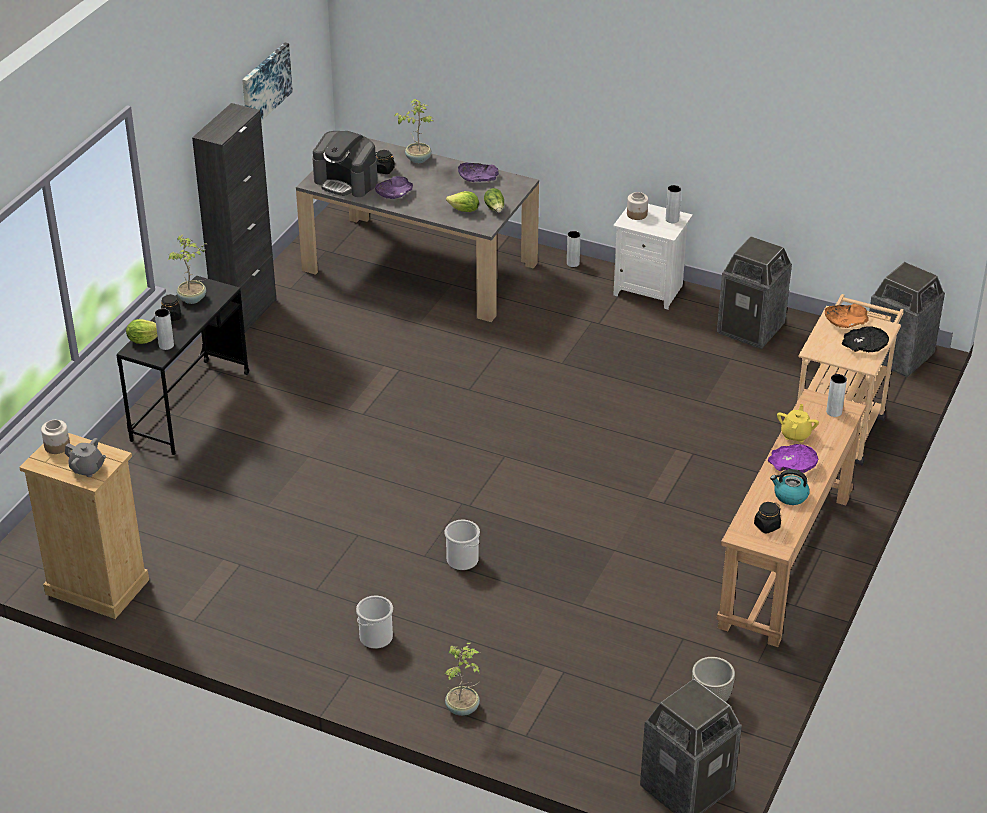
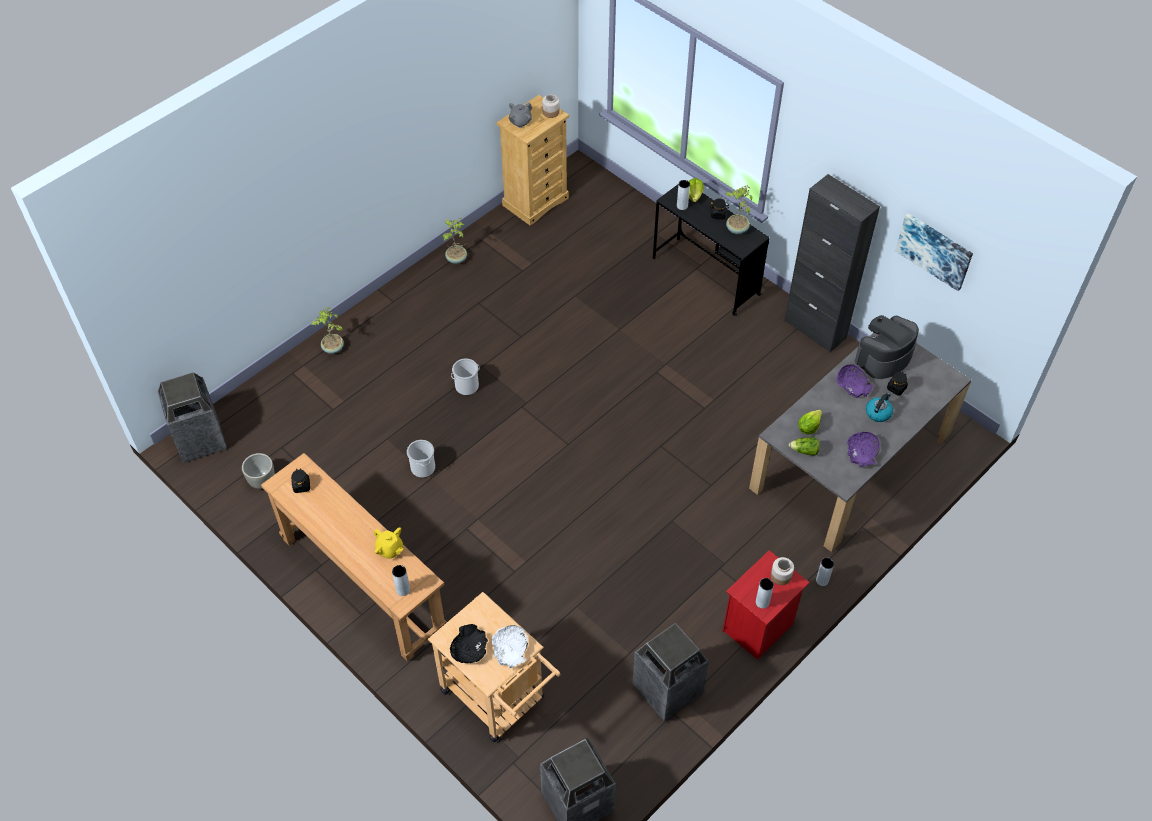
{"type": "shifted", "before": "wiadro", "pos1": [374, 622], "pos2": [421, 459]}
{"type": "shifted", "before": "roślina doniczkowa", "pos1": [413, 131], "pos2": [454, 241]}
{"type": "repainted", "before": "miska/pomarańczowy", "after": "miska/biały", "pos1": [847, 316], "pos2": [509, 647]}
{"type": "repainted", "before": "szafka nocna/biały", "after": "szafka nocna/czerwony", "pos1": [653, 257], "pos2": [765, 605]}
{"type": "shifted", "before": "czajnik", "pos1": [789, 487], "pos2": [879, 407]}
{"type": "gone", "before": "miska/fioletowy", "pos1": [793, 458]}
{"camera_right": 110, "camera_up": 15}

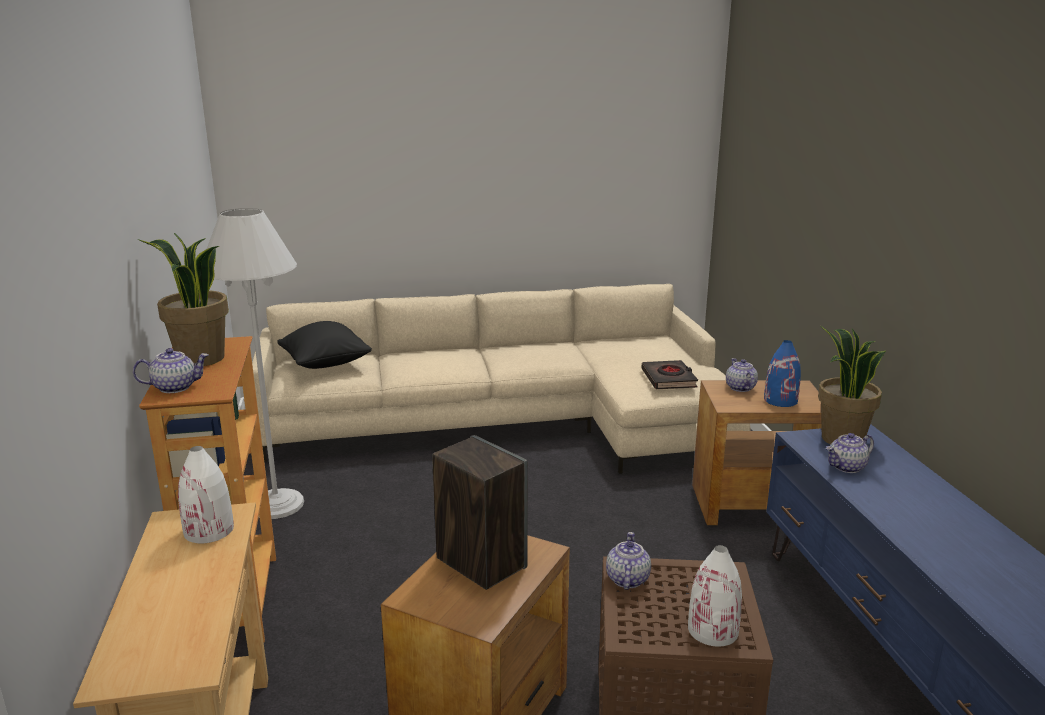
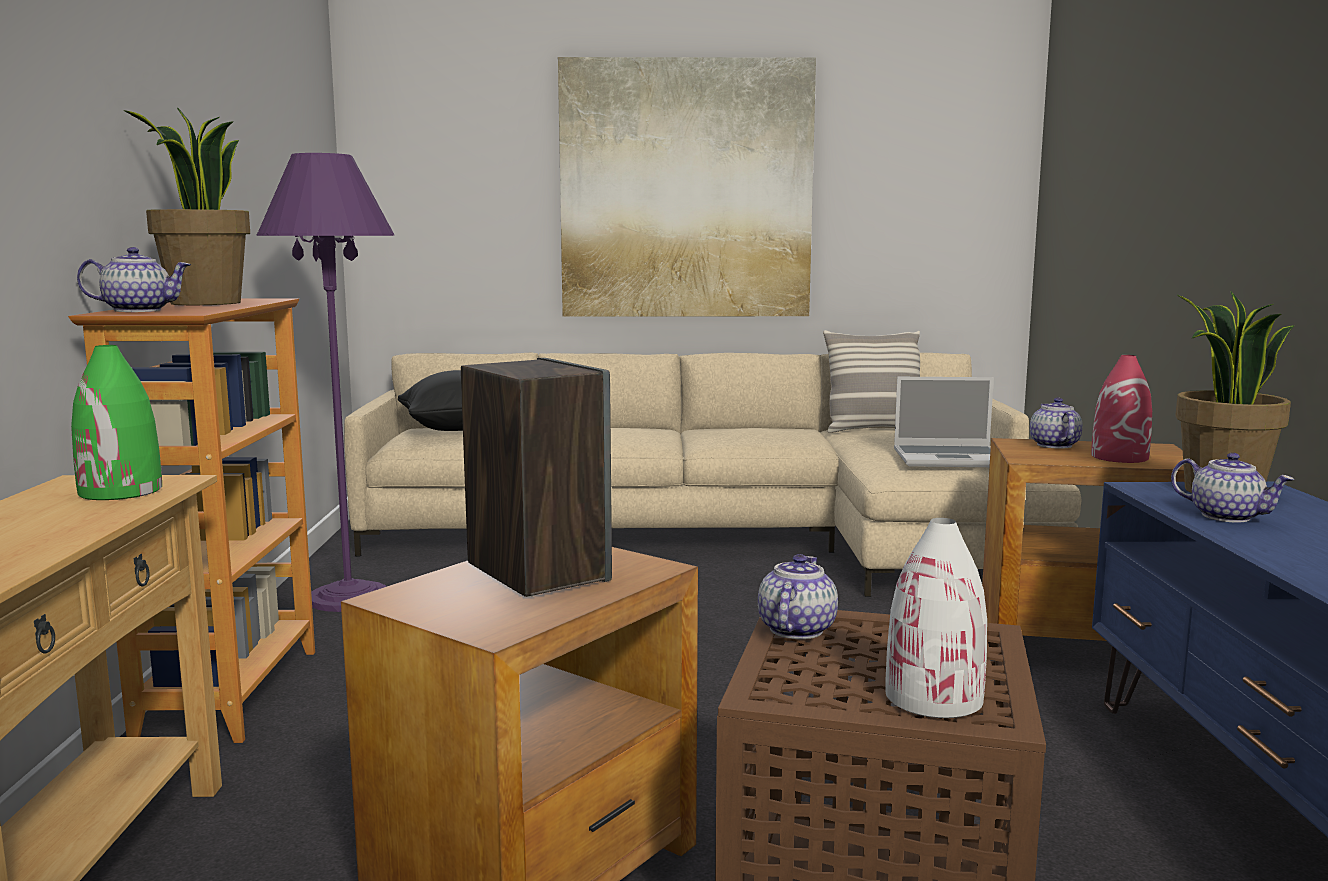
{"type": "repainted", "before": "wazon/biały", "after": "wazon/zielony", "pos1": [206, 494], "pos2": [116, 422]}
{"type": "repainted", "before": "lampa stojąca/biały", "after": "lampa stojąca/fioletowy", "pos1": [255, 363], "pos2": [325, 382]}
{"type": "new", "after": "obraz", "pos2": [687, 187]}
{"type": "new", "after": "poduszka", "pos2": [871, 381]}
{"type": "swapped", "before": "książka/czarny", "after": "laptop", "pos1": [669, 374], "pos2": [944, 422]}
{"type": "repainted", "before": "wazon/niebieski", "after": "wazon/czerwony", "pos1": [782, 373], "pos2": [1121, 409]}
{"type": "rotated", "before": "imbryk", "pos1": [850, 453], "pos2": [1232, 488], "turn": -120}
{"camera_right": 10, "camera_up": -10}

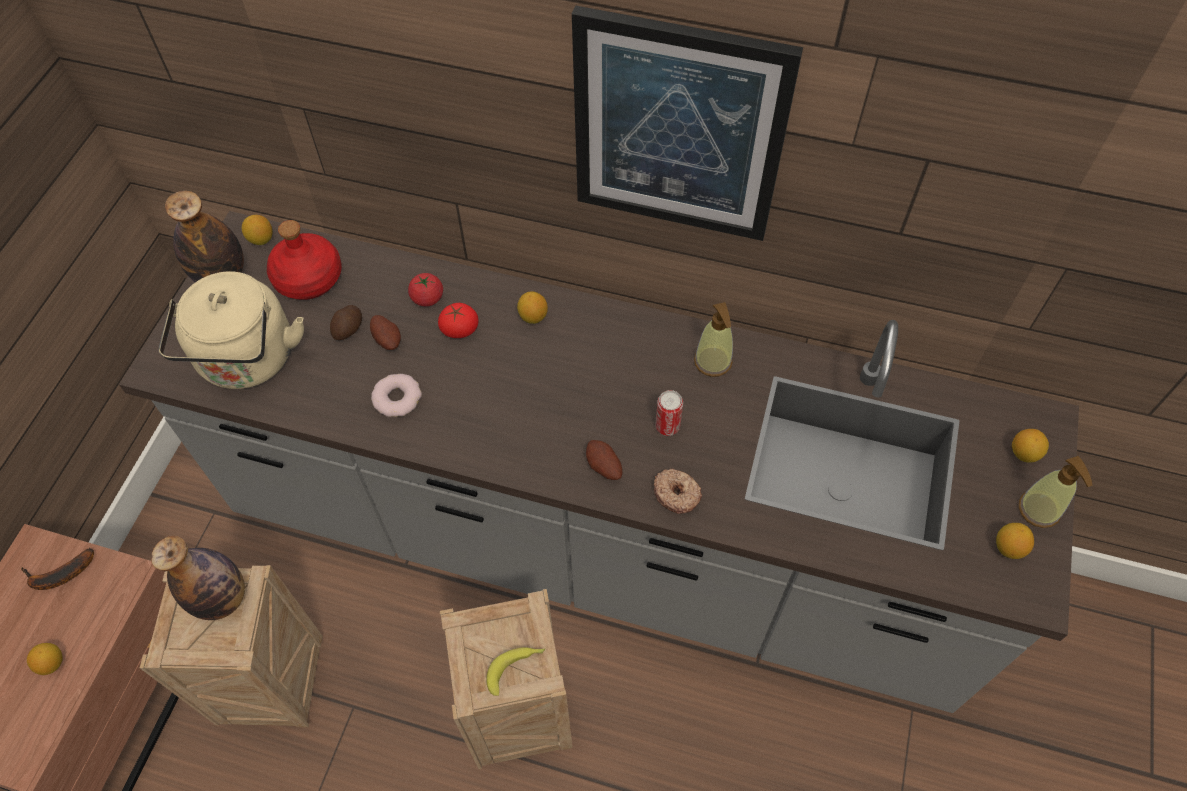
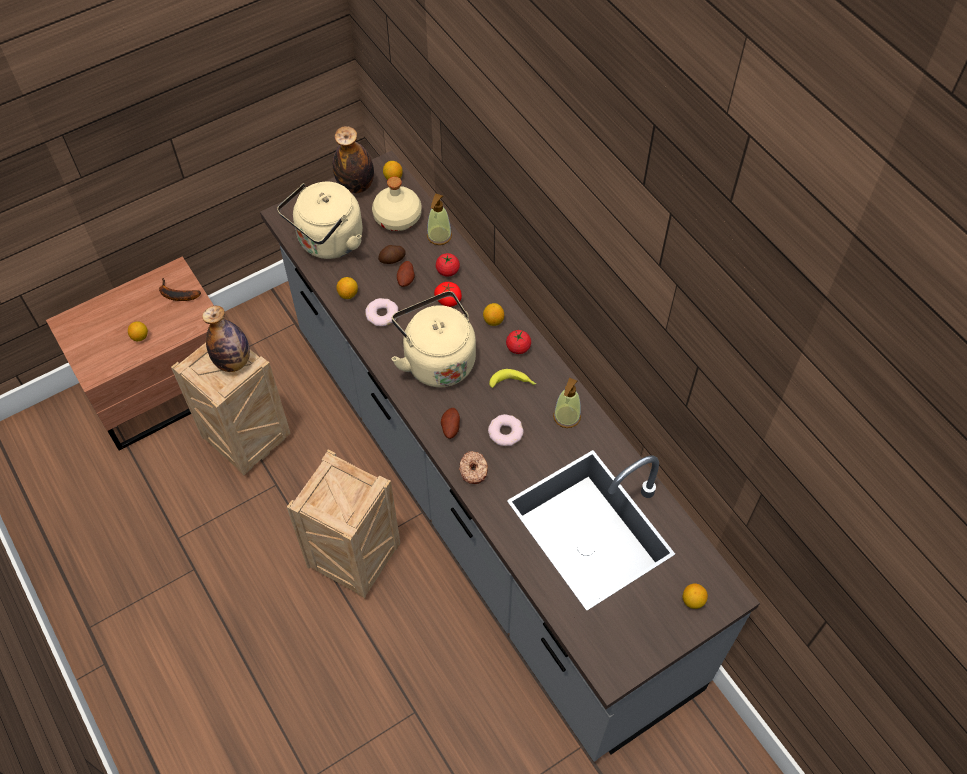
{"type": "shifted", "before": "cytryna", "pos1": [1015, 541], "pos2": [347, 288]}
{"type": "repainted", "before": "butelka/czerwony", "after": "butelka/beżowy", "pos1": [304, 260], "pos2": [397, 204]}
{"type": "new", "after": "czajnik/beżowy", "pos2": [433, 339]}
{"type": "shifted", "before": "dozownik mydła", "pos1": [1056, 492], "pos2": [439, 219]}
{"type": "swapped", "before": "puszka", "after": "donut", "pos1": [669, 413], "pos2": [505, 430]}
{"type": "shifted", "before": "banan", "pos1": [515, 671], "pos2": [513, 378]}
{"type": "new", "after": "pomidor", "pos2": [518, 342]}
{"type": "gone", "before": "obraz", "pos1": [687, 123]}
{"camera_right": 40, "camera_up": 0}

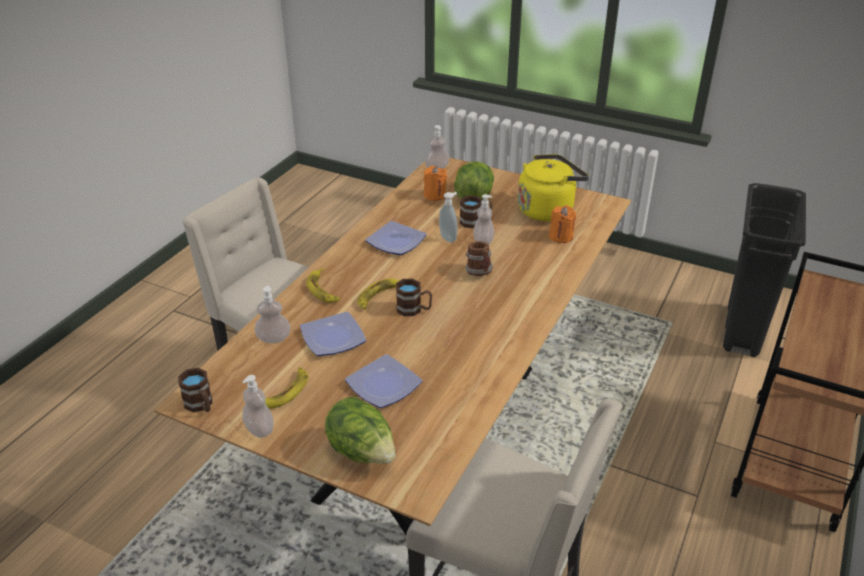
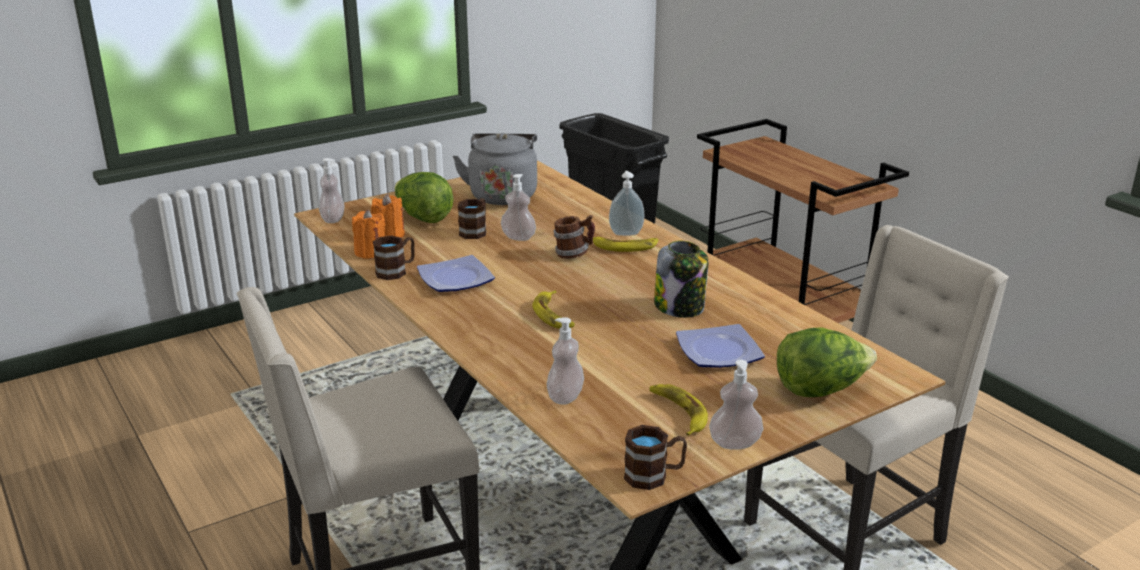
{"type": "shifted", "before": "świeca/pomarańczowy", "pos1": [562, 224], "pos2": [368, 234]}
{"type": "shifted", "before": "kubek/brązowy", "pos1": [414, 297], "pos2": [394, 257]}
{"type": "repainted", "before": "czajnik/żółty", "after": "czajnik/szary", "pos1": [553, 187], "pos2": [495, 169]}
{"type": "shifted", "before": "banan", "pos1": [323, 285], "pos2": [625, 244]}
{"type": "shifted", "before": "dozownik mydła", "pos1": [448, 217], "pos2": [626, 203]}
{"type": "new", "after": "słoik", "pos2": [681, 279]}
{"type": "gone", "before": "talerz", "pos1": [333, 333]}
{"camera_right": -60, "camera_up": -10}

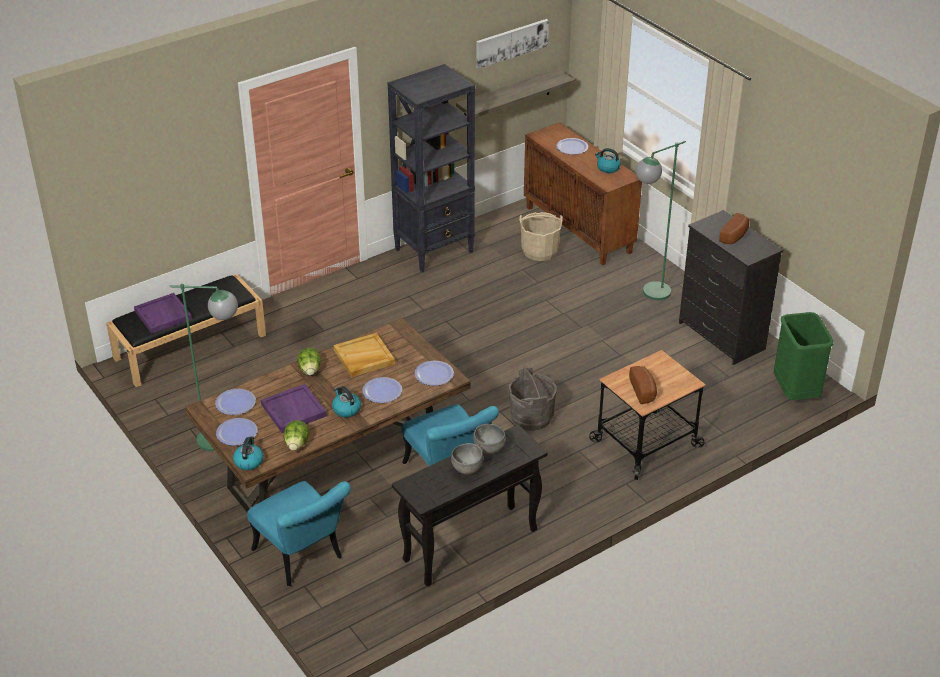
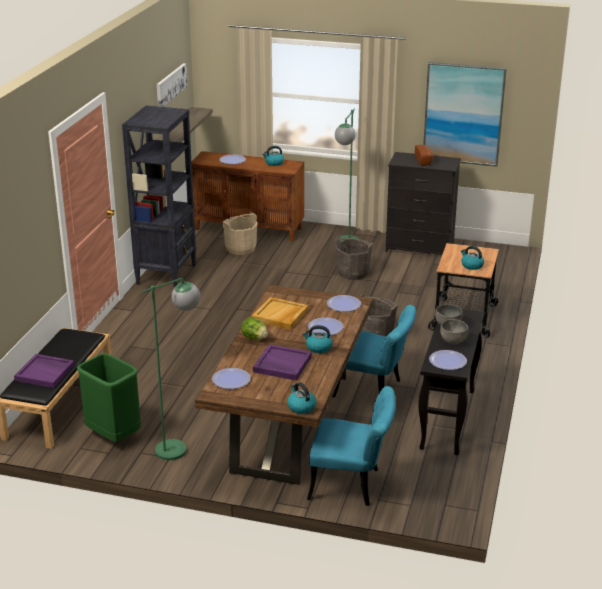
{"type": "shifted", "before": "kosz na śmieci/zielony", "pos1": [804, 356], "pos2": [109, 397]}
{"type": "new", "after": "wiadro/szary", "pos2": [354, 258]}
{"type": "new", "after": "obraz", "pos2": [465, 114]}
{"type": "shifted", "before": "talerz", "pos1": [236, 432], "pos2": [448, 360]}
{"type": "swapped", "before": "chleb", "after": "czajnik", "pos1": [643, 385], "pos2": [472, 258]}
{"type": "gone", "before": "sałata", "pos1": [296, 435]}
{"camera_right": -40, "camera_up": -10}

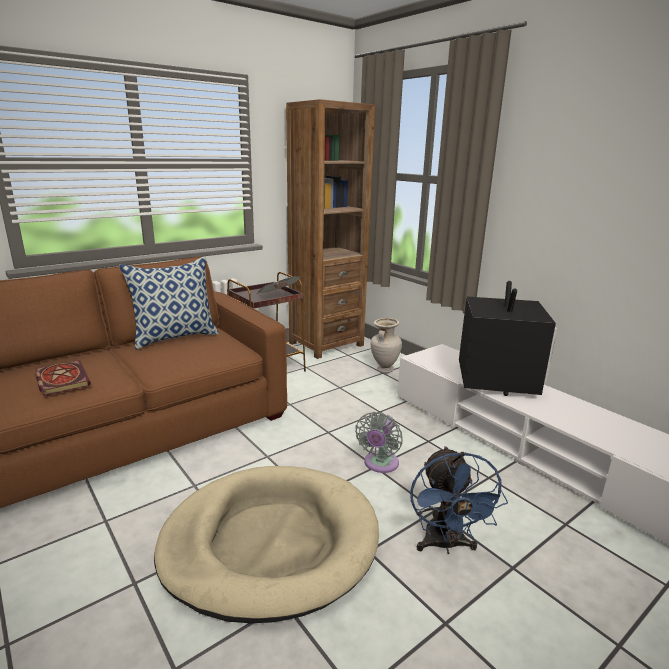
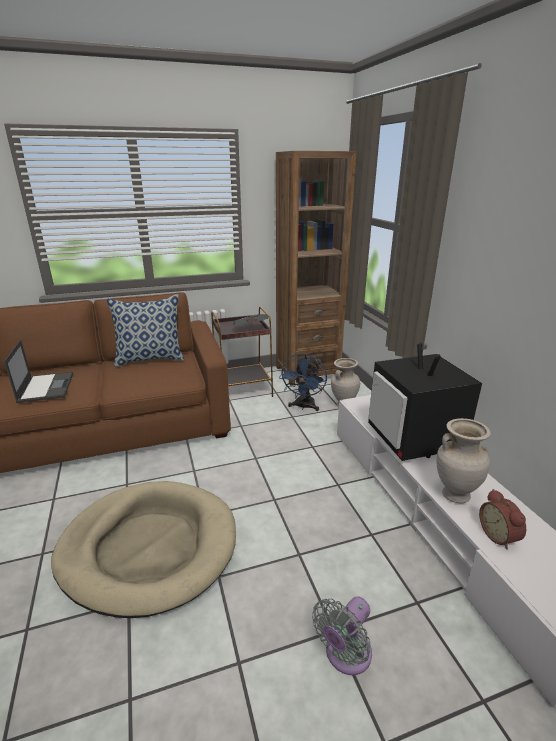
{"type": "swapped", "before": "książka", "after": "laptop", "pos1": [63, 378], "pos2": [38, 371]}
{"type": "shifted", "before": "wentylator/niebieski", "pos1": [459, 500], "pos2": [303, 382]}
{"type": "shifted", "before": "wentylator/szary", "pos1": [379, 442], "pos2": [342, 635]}
{"type": "rotated", "before": "telewizor", "pos1": [508, 338], "pos2": [425, 402], "turn": 135}
{"type": "new", "after": "wazon/beżowy", "pos2": [464, 460]}
{"type": "new", "after": "budzik", "pos2": [502, 519]}
{"camera_right": 20, "camera_up": 5}

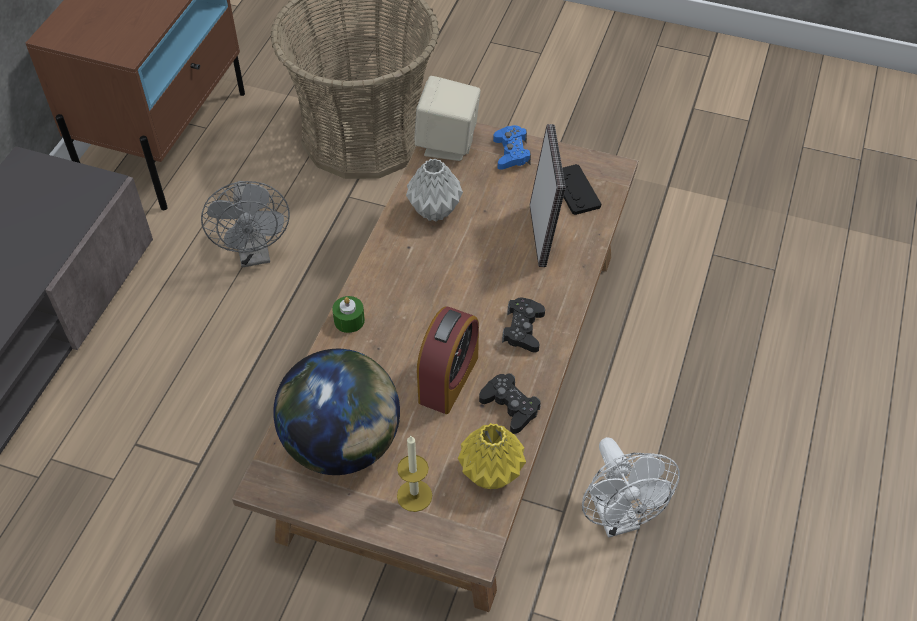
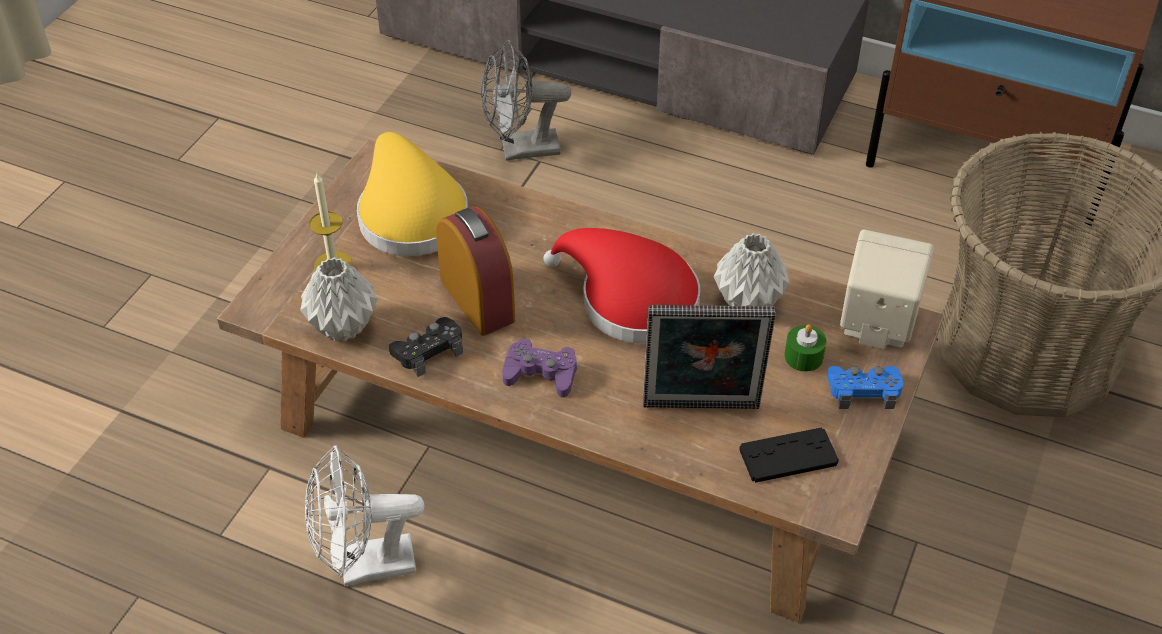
{"type": "repainted", "before": "wazon/żółty", "after": "wazon/szary", "pos1": [492, 456], "pos2": [338, 299]}
{"type": "swapped", "before": "globus", "after": "kapelusz/żółty", "pos1": [336, 412], "pos2": [412, 194]}
{"type": "rotated", "before": "budzik", "pos1": [448, 360], "pos2": [475, 271], "turn": -150}
{"type": "shifted", "before": "wentylator/szary", "pos1": [245, 224], "pos2": [526, 100]}
{"type": "repainted", "before": "pad do gier/czarny", "after": "pad do gier/fioletowy", "pos1": [523, 325], "pos2": [539, 368]}
{"type": "new", "after": "kapelusz/czerwony", "pos2": [622, 286]}
{"type": "shifted", "before": "świeca/zielony", "pos1": [348, 314], "pos2": [805, 348]}
{"camera_right": 95, "camera_up": -5}

